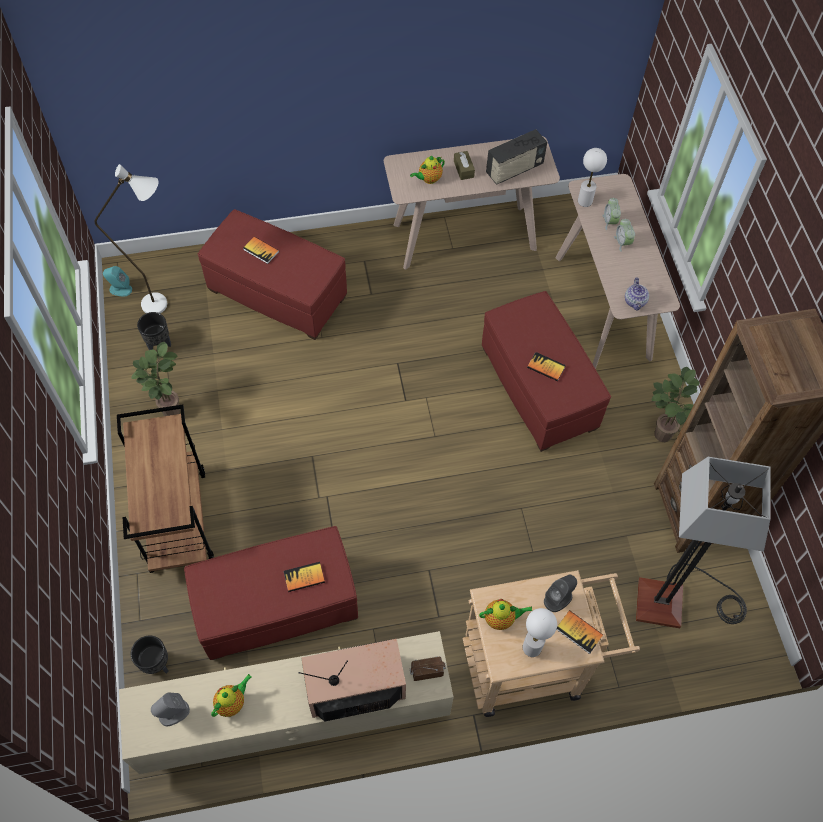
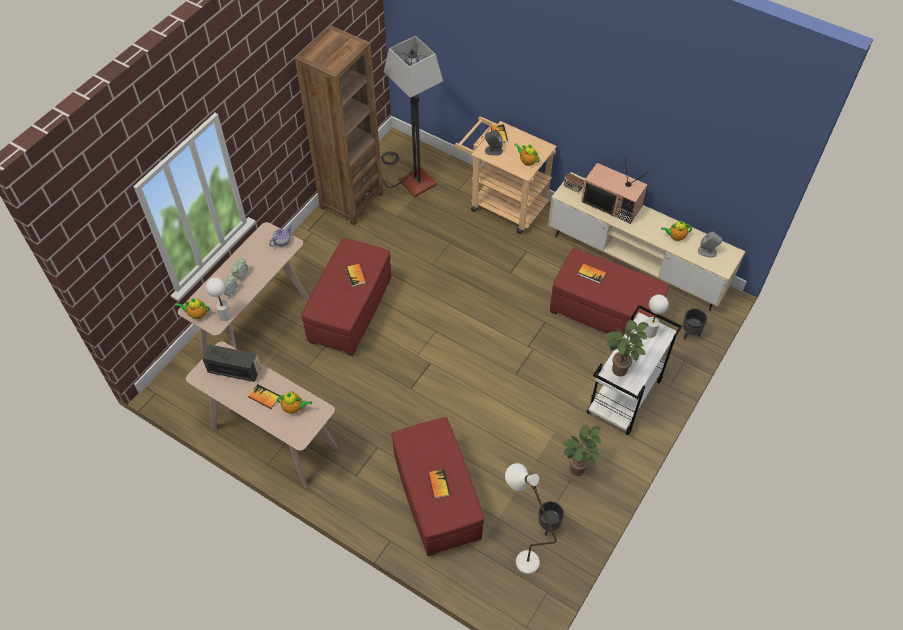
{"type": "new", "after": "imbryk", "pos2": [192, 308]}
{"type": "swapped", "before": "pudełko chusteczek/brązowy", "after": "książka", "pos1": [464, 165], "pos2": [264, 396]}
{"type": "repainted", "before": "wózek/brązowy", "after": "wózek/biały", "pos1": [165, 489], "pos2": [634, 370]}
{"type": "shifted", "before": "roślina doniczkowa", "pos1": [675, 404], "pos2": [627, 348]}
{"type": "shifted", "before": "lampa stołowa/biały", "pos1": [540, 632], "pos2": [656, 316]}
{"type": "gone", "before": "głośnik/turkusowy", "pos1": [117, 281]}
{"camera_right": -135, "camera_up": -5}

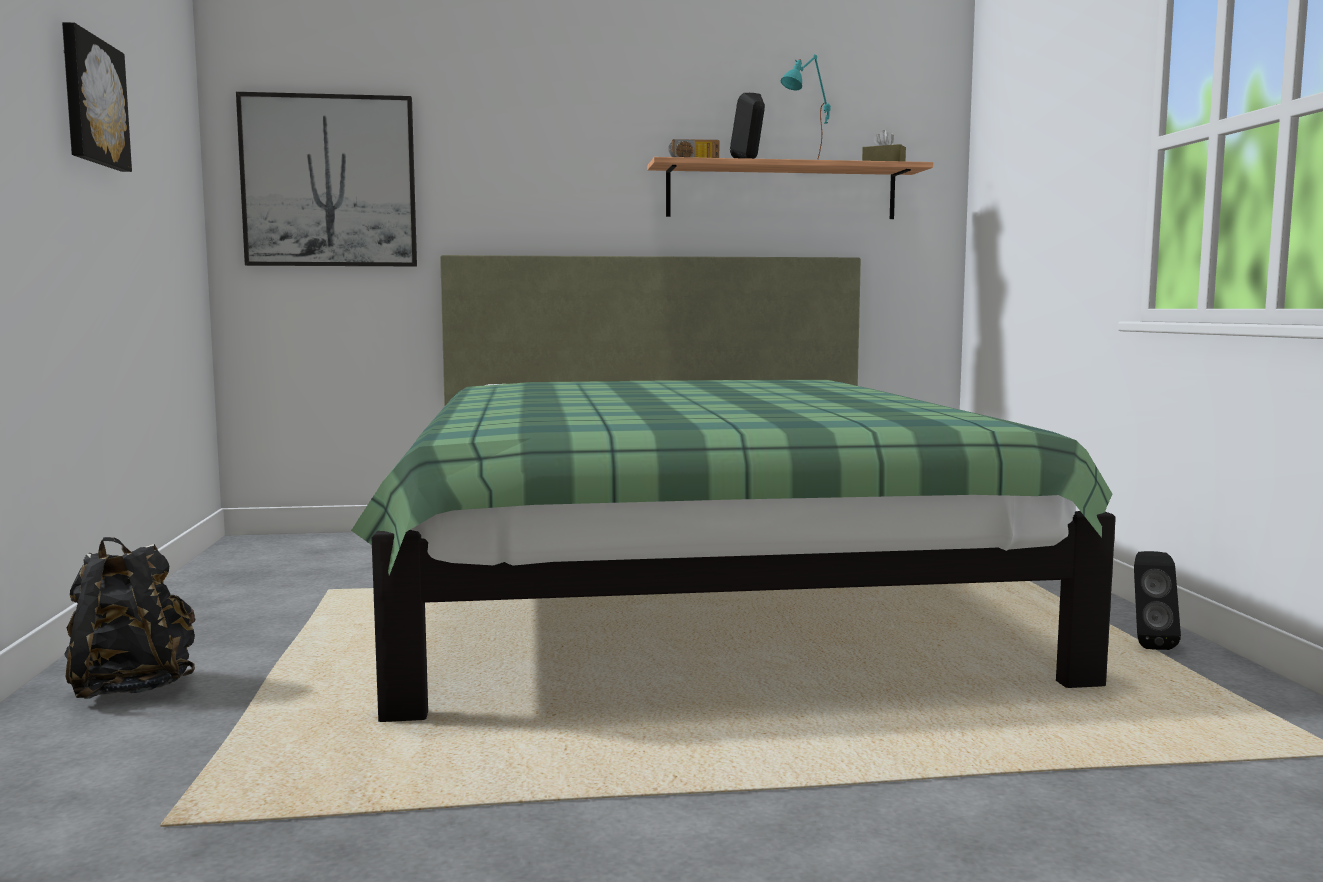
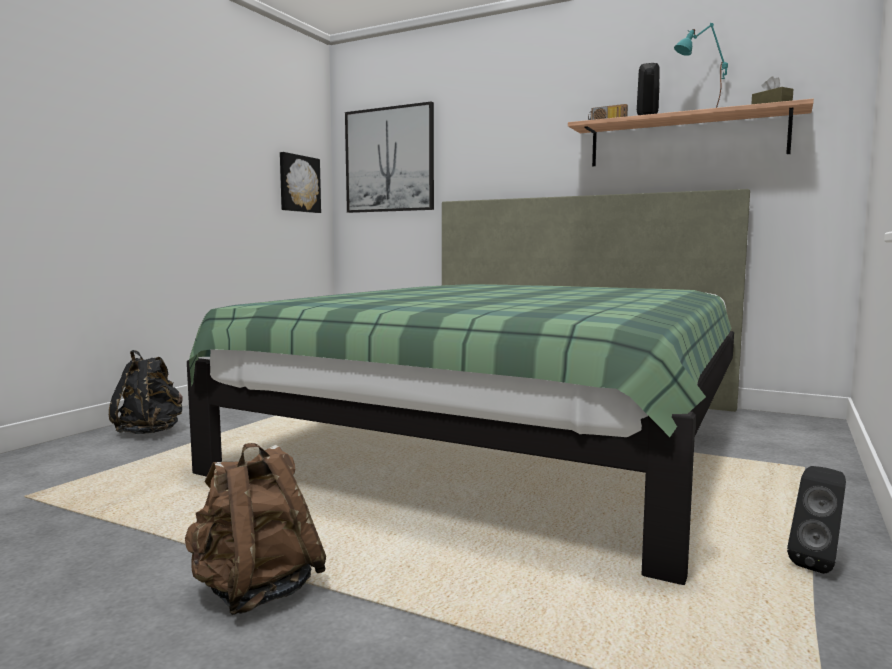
{"type": "new", "after": "plecak/brązowy", "pos2": [255, 529]}
{"type": "shifted", "before": "obraz", "pos1": [97, 97], "pos2": [300, 182]}
{"camera_right": 35, "camera_up": 0}

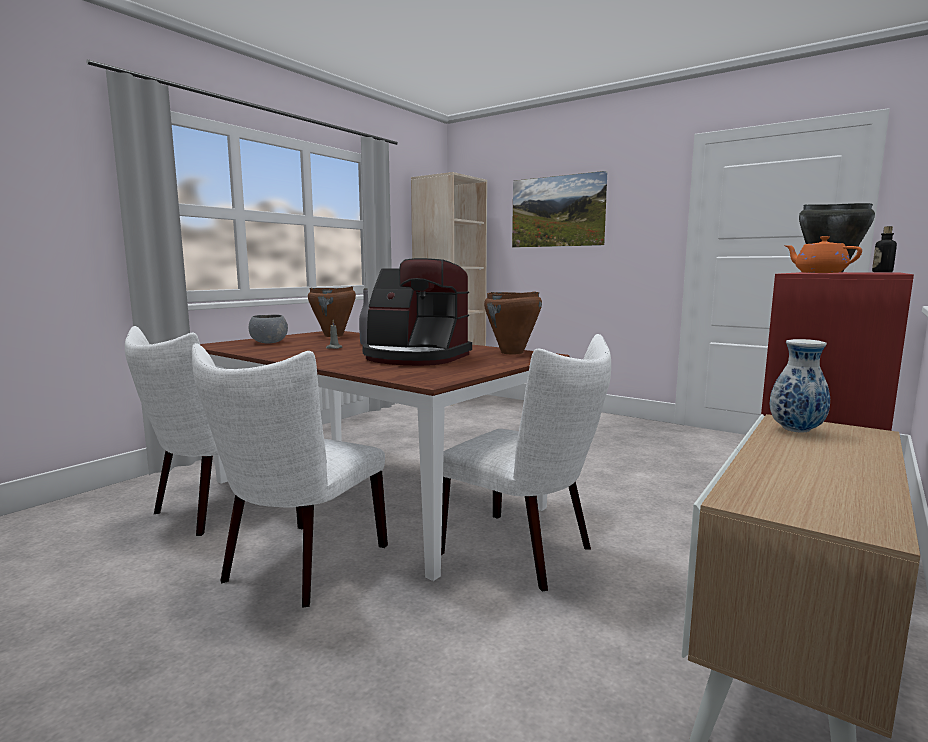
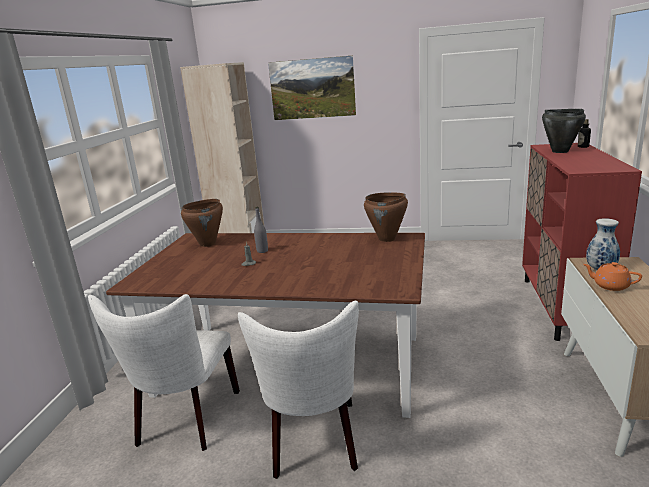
{"type": "shifted", "before": "imbryk/pomarańczowy", "pos1": [823, 254], "pos2": [612, 276]}
{"type": "gone", "before": "miska/szary", "pos1": [268, 329]}
{"type": "gone", "before": "ekspres do kawy", "pos1": [417, 312]}
{"type": "gone", "before": "krzesło/biały", "pos1": [526, 462]}
{"camera_right": -25, "camera_up": 10}

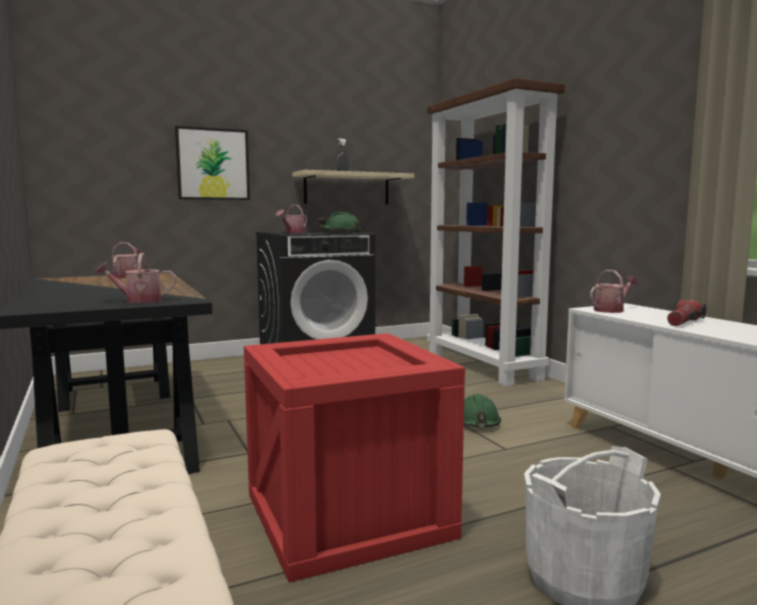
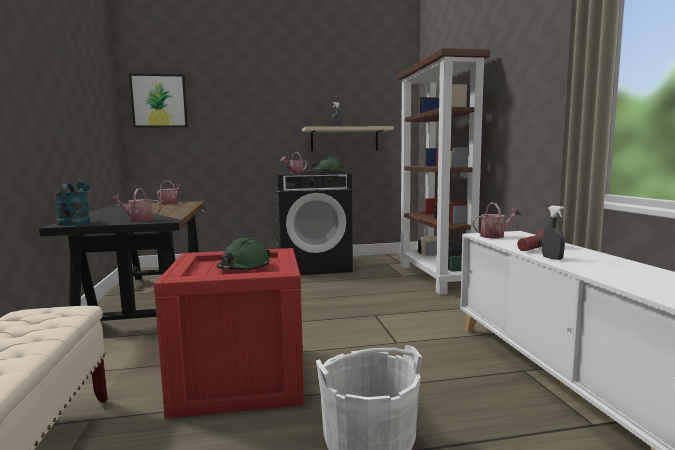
{"type": "new", "after": "konewka/turkusowy", "pos2": [72, 203]}
{"type": "shifted", "before": "obraz", "pos1": [212, 163], "pos2": [158, 100]}
{"type": "shifted", "before": "kask/zielony", "pos1": [482, 410], "pos2": [243, 254]}
{"type": "new", "after": "spryskiwacz/szary", "pos2": [553, 233]}
{"camera_right": 15, "camera_up": 0}

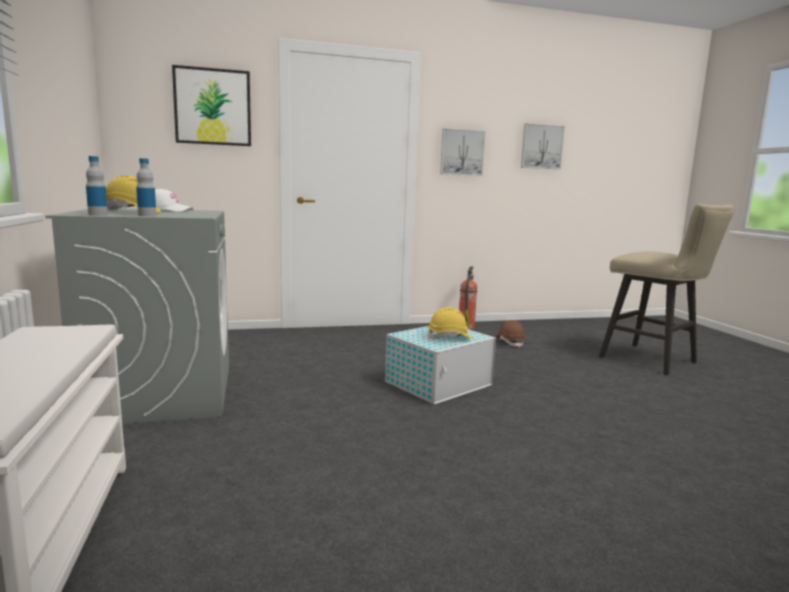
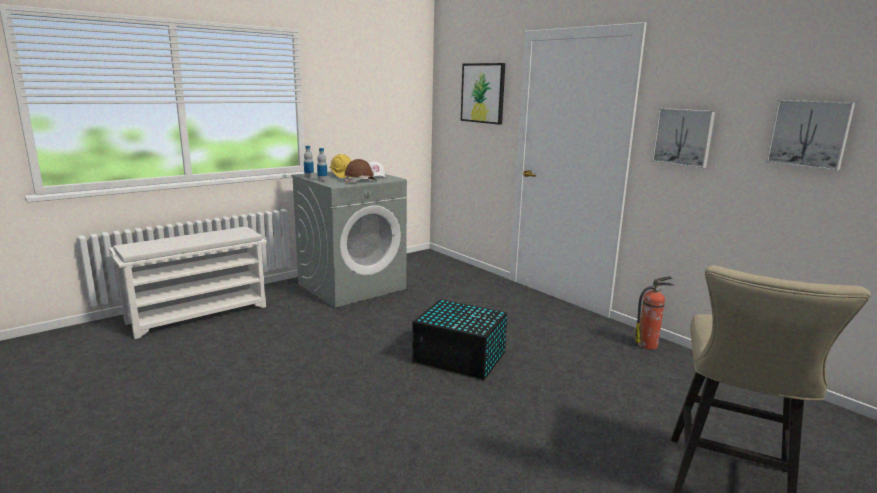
{"type": "shifted", "before": "kask/brązowy", "pos1": [511, 334], "pos2": [360, 171]}
{"type": "repainted", "before": "pojemnik do przechowywania/biały", "after": "pojemnik do przechowywania/czarny", "pos1": [440, 365], "pos2": [459, 340]}
{"type": "gone", "before": "kask/żółty", "pos1": [450, 323]}
{"camera_right": 65, "camera_up": 5}

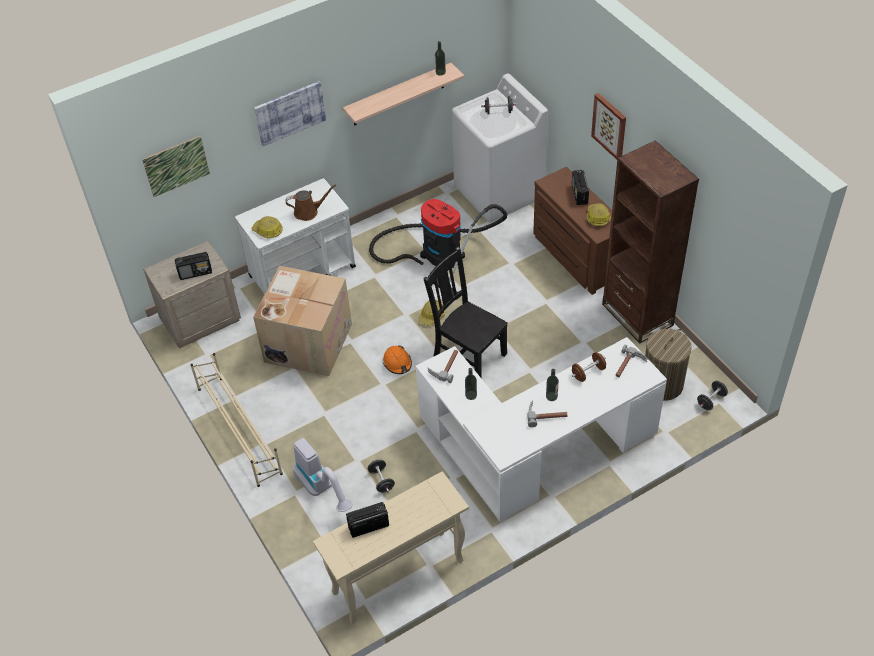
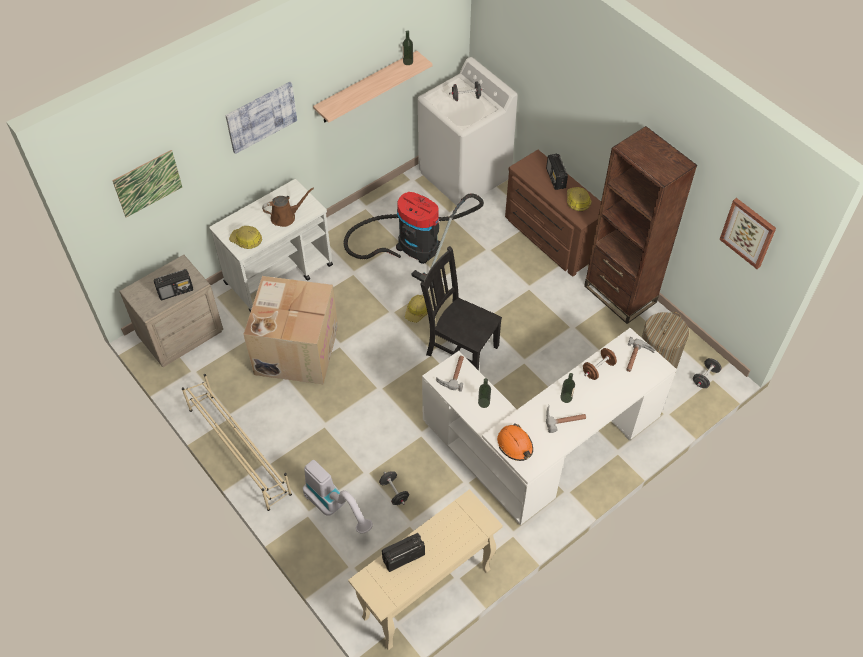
{"type": "shifted", "before": "kask/pomarańczowy", "pos1": [397, 359], "pos2": [515, 442]}
{"type": "shifted", "before": "obraz", "pos1": [608, 126], "pos2": [747, 233]}
{"camera_right": -10, "camera_up": 5}

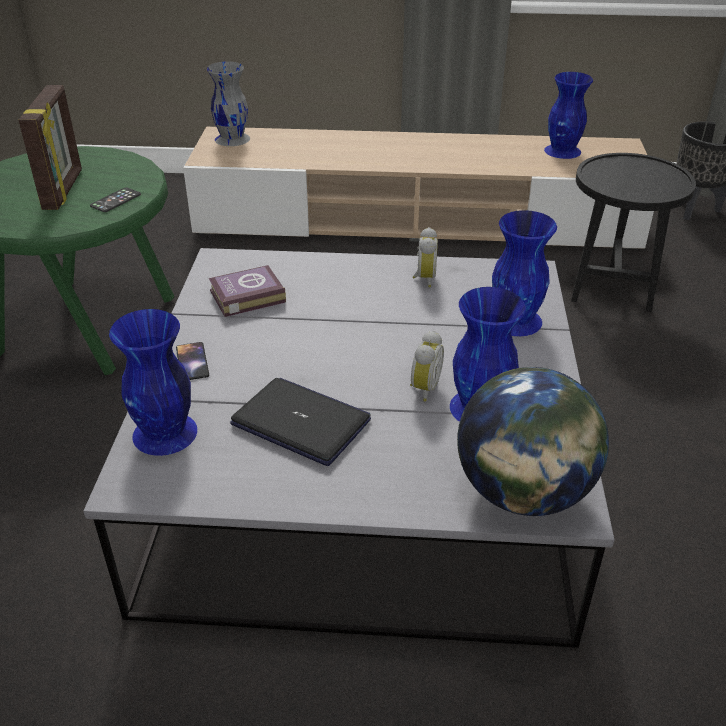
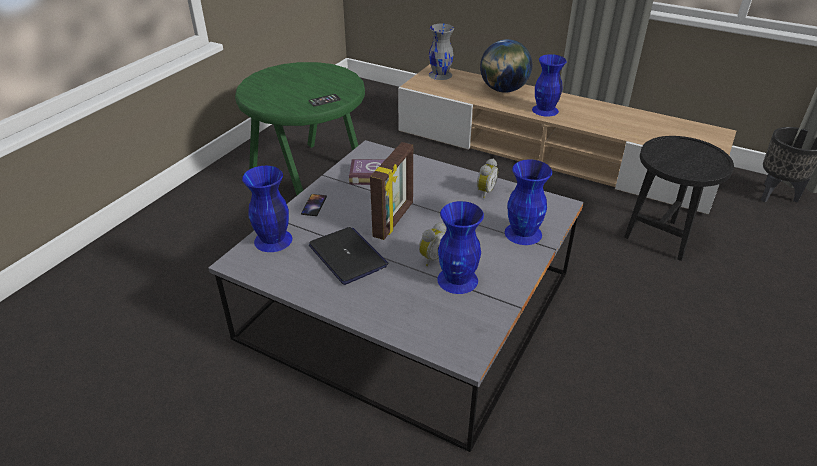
{"type": "shifted", "before": "ramka na zdjęcie", "pos1": [50, 147], "pos2": [391, 191]}
{"type": "shifted", "before": "globus", "pos1": [533, 441], "pos2": [506, 66]}
{"type": "shifted", "before": "wazon/niebieski", "pos1": [568, 115], "pos2": [549, 85]}
{"camera_right": 25, "camera_up": 0}

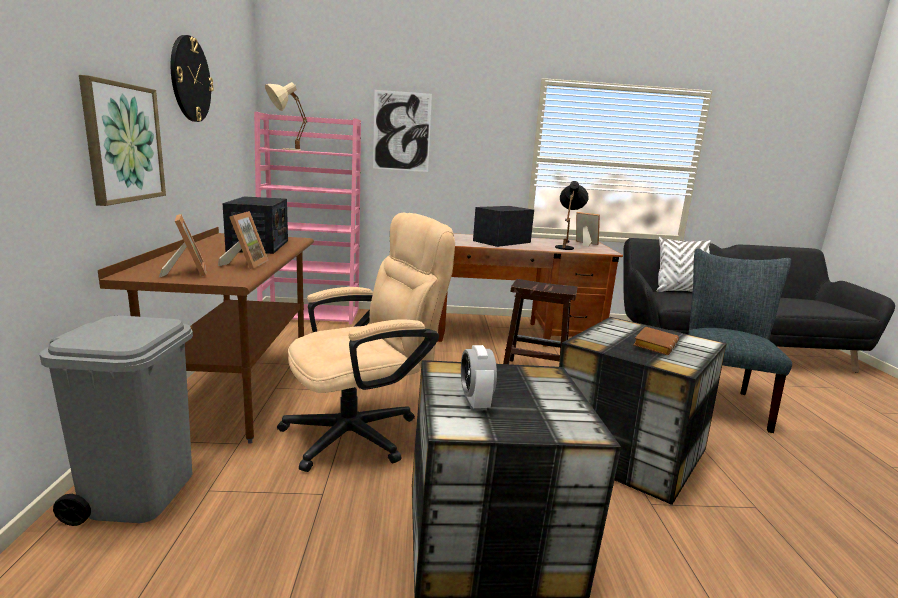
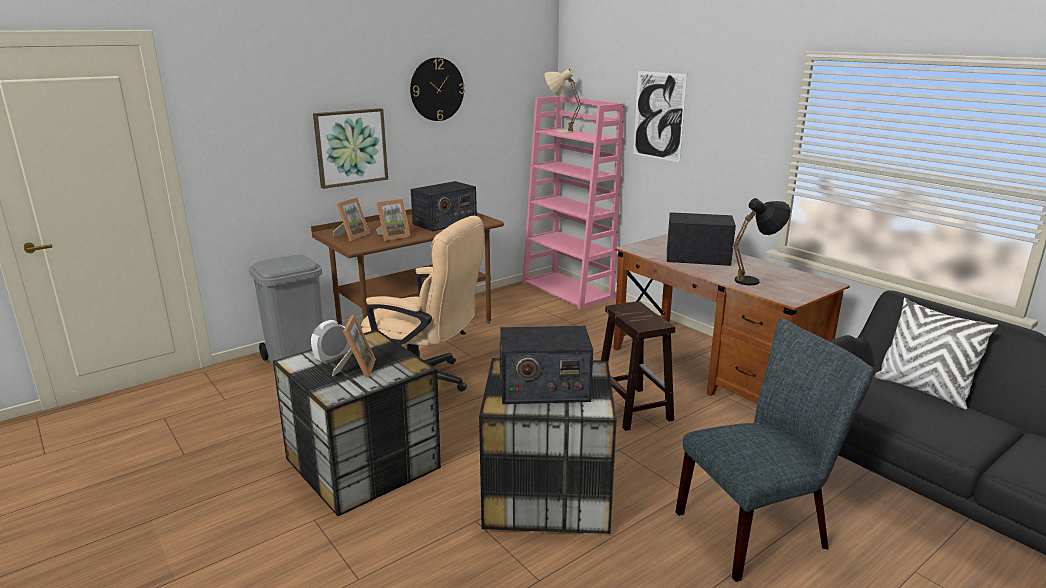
{"type": "shifted", "before": "ramka na zdjęcie", "pos1": [588, 229], "pos2": [354, 346]}
{"type": "swapped", "before": "książka/brązowy", "after": "radio", "pos1": [656, 341], "pos2": [546, 365]}
{"camera_right": 55, "camera_up": 5}

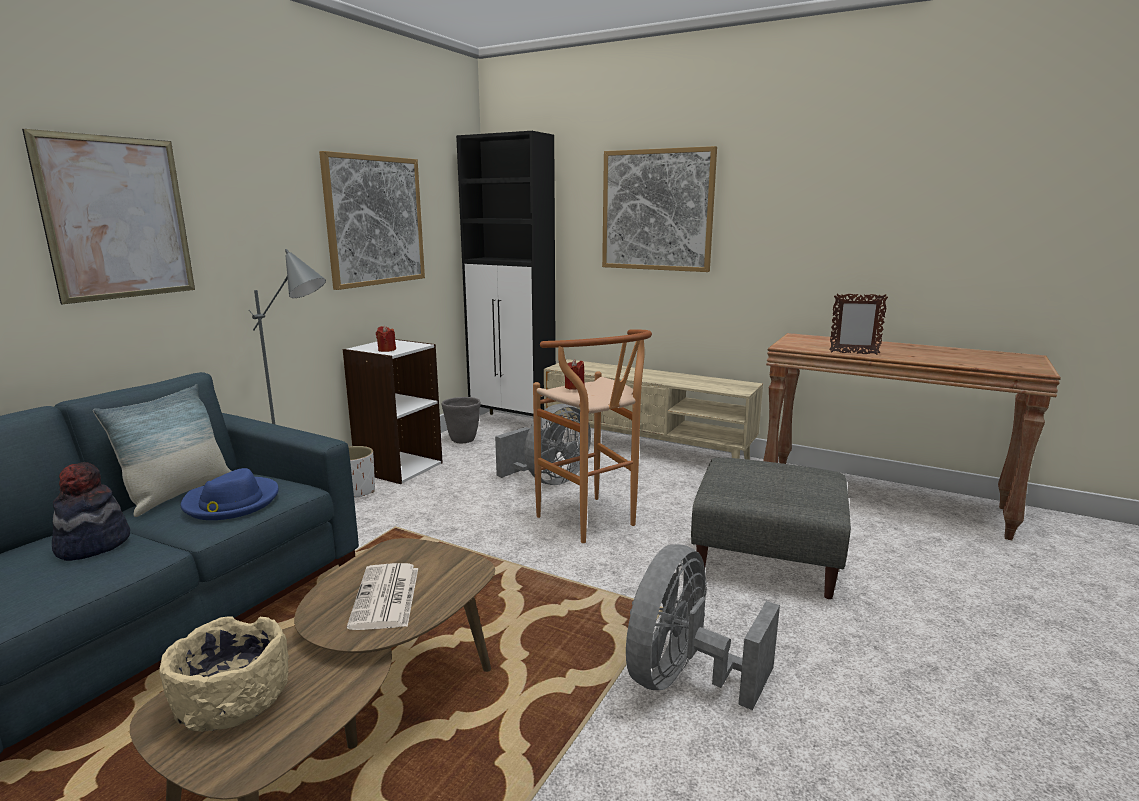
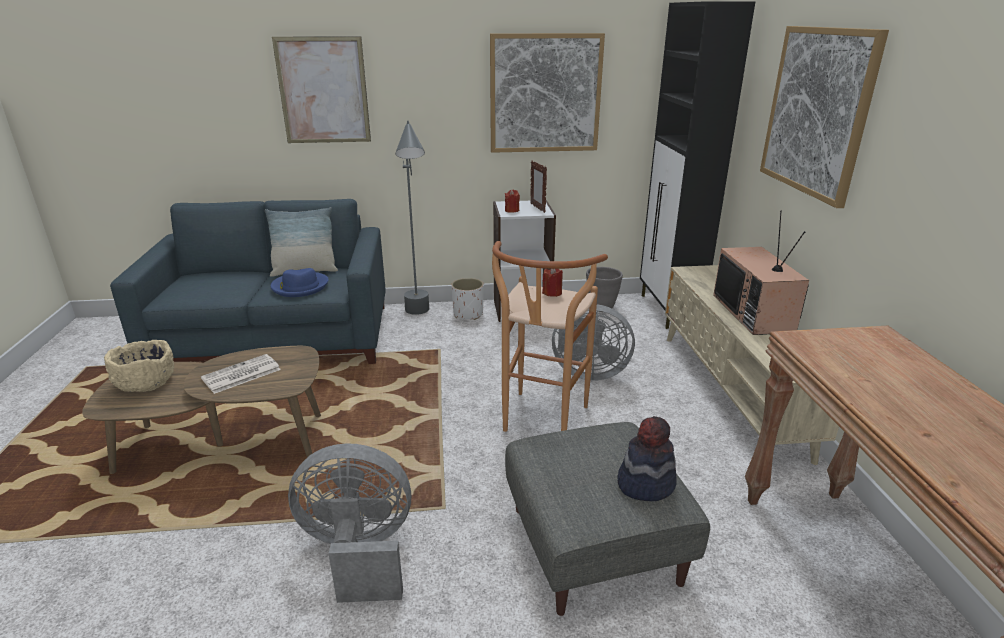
{"type": "shifted", "before": "ramka na zdjęcie", "pos1": [858, 324], "pos2": [538, 186]}
{"type": "shifted", "before": "kapelusz", "pos1": [91, 511], "pos2": [647, 458]}
{"type": "new", "after": "telewizor", "pos2": [761, 273]}
{"camera_right": 55, "camera_up": 10}

